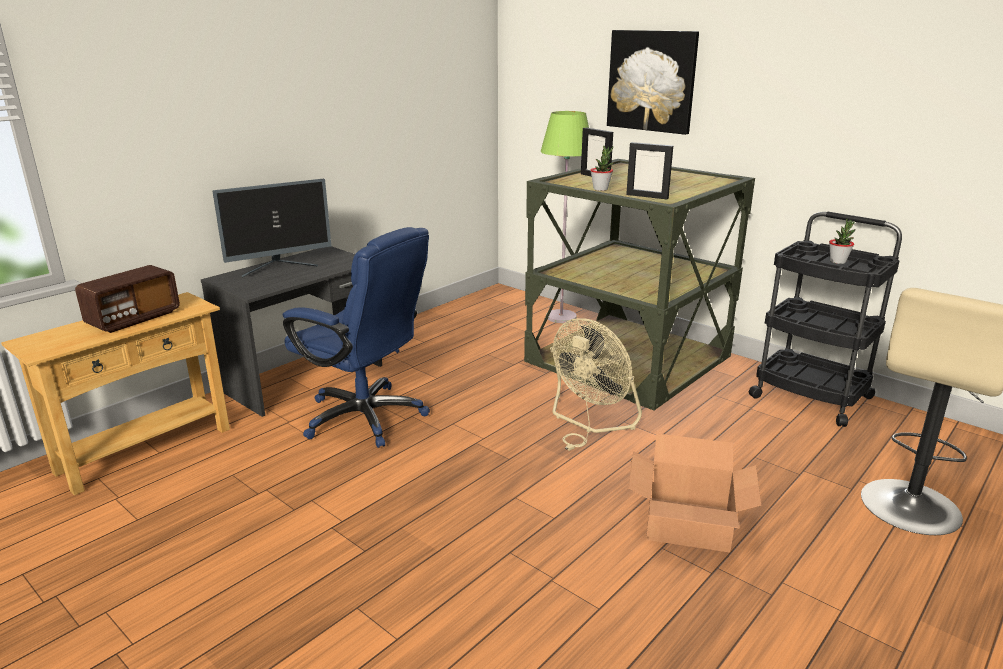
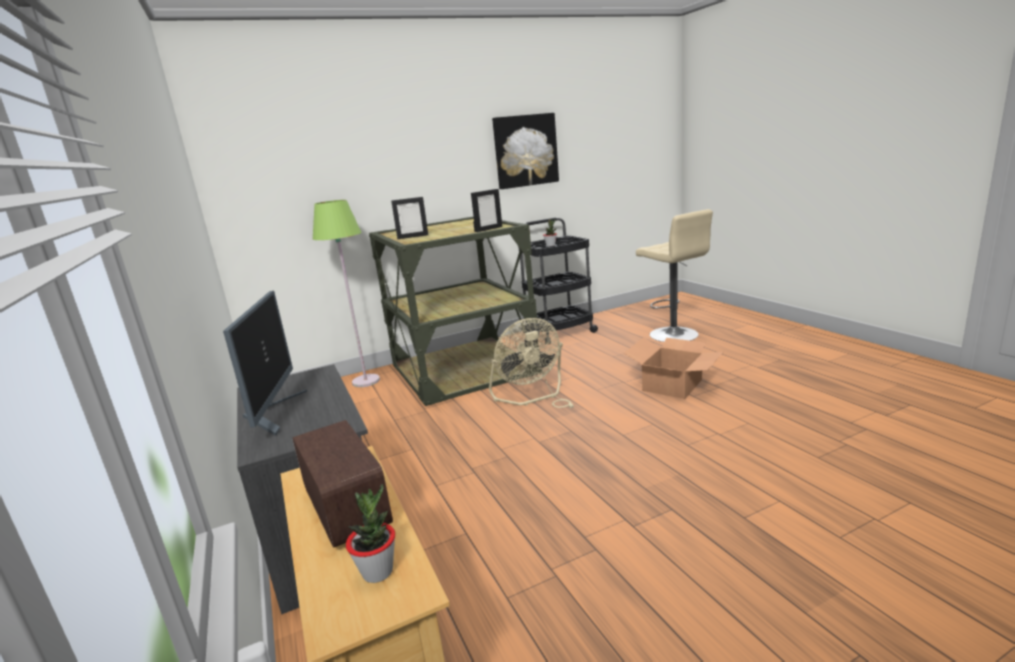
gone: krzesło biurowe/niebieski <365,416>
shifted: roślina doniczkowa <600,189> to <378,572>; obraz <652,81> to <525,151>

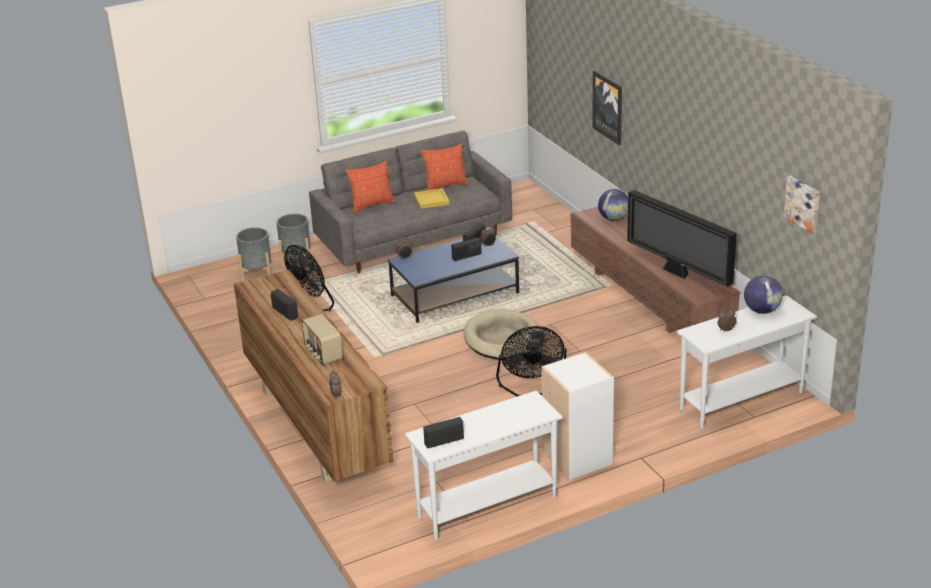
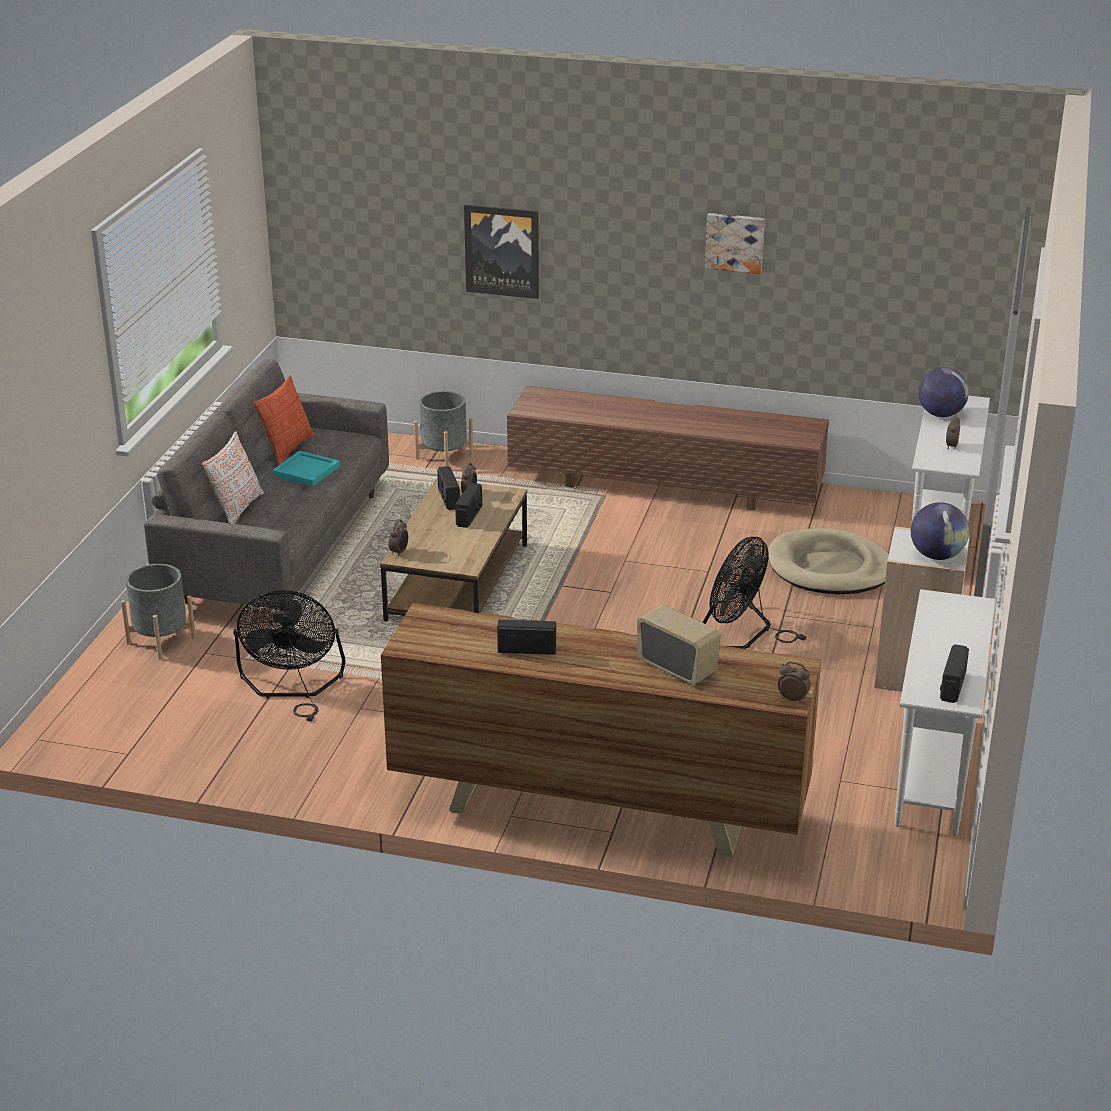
gone: telewizor <677,273>
shifted: donica/szary <257,273> to <444,457>; legowisko/beżowy <503,339> to <829,568>; globus <614,219> to <936,555>; obraz <803,203> to <735,242>
repainted: poduszka/pomarańczowy <372,205> to poduszka/biały <237,509>; ława/niebieski <455,294> to ława/brązowy <457,581>; taca/żółty <432,200> to taca/turkusowy <307,471>
rotated: radio <322,354> = <677,668> 150 degrees counterclockwise

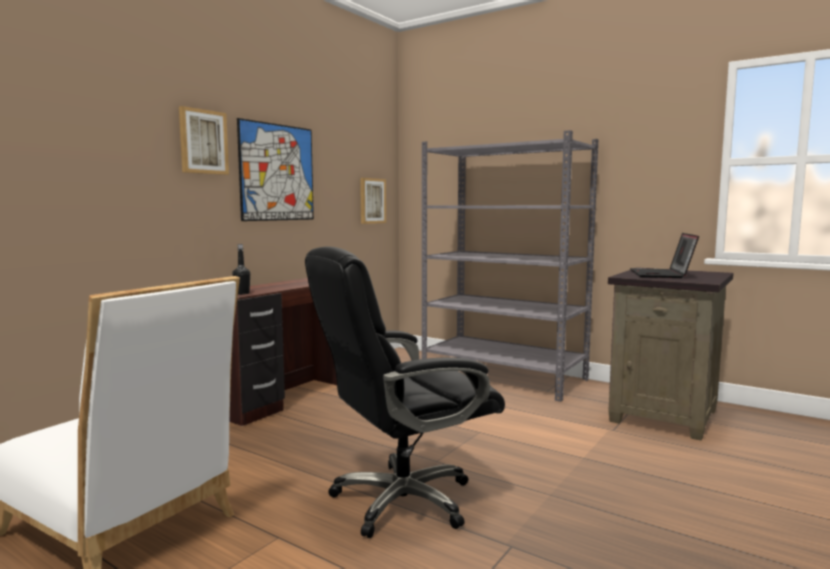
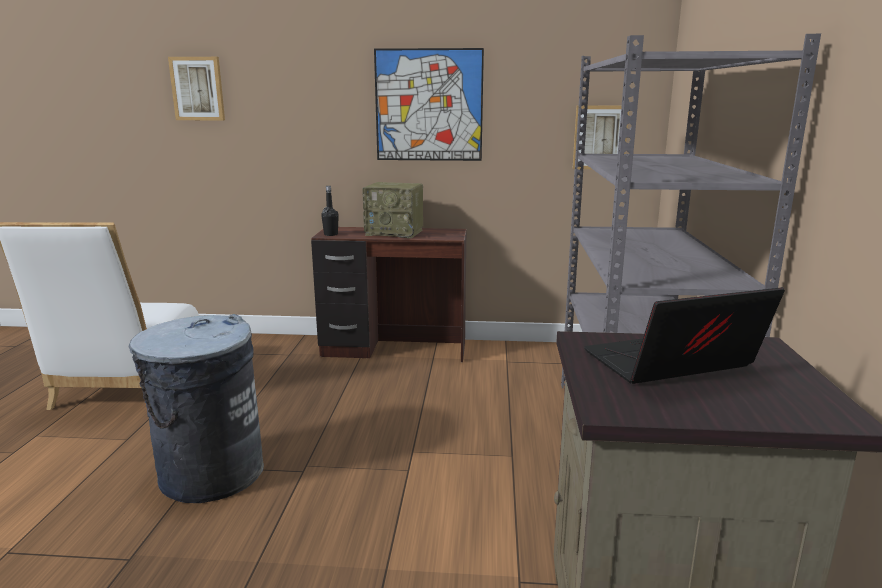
new: radio <395,232>
shifted: obraz <203,142> to <197,89>
swapped: krzesło biurowe/czarny <406,499> to kosz na śmieci/szary <210,473>

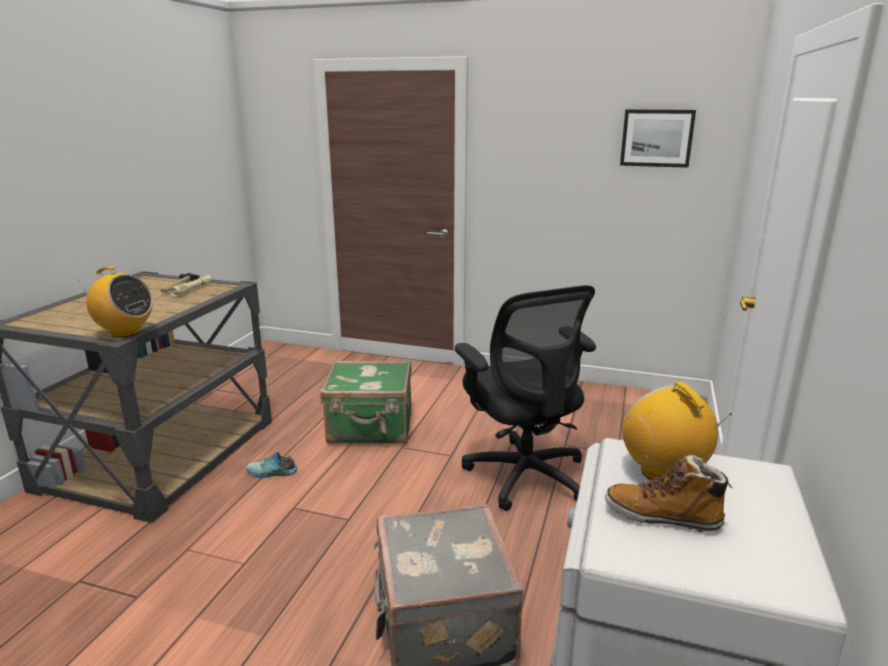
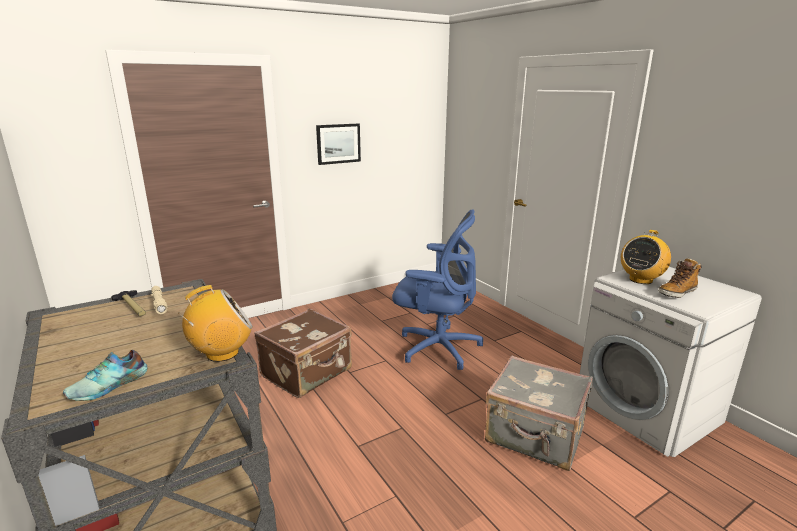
shifted: but <271,472> to <109,385>; obraz <656,138> to <338,143>
repainted: walizka/zielony <371,428> to walizka/brązowy <308,373>; krzesło biurowe/czarny <520,472> to krzesło biurowe/niebieski <433,348>
rotated: radio <663,473> = <640,280> 60 degrees counterclockwise

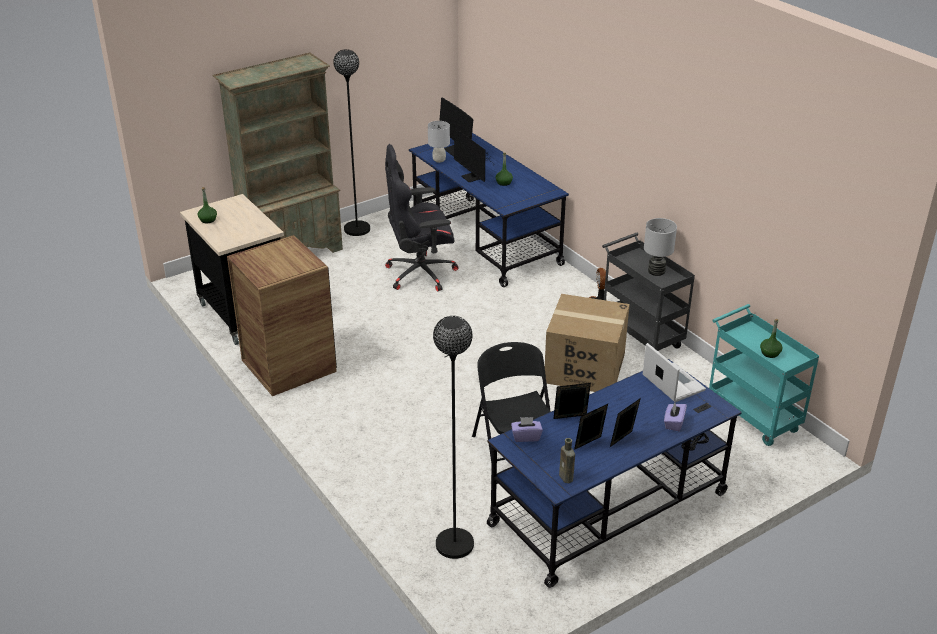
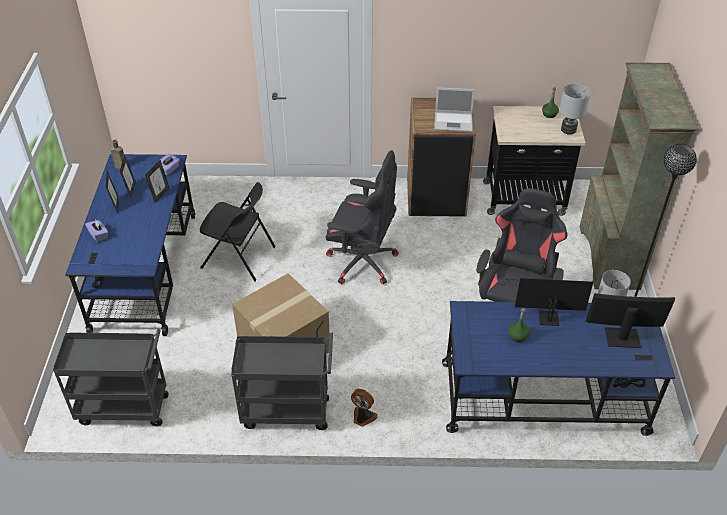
gone: lampa stojąca/czarny <454,545>; butelka/zielony <770,353>
new: krzesło biurowe/czarny <361,262>
shifted: laptop <672,382> to <454,122>; lampa stołowa/szary <656,271> to <568,130>
repainted: wózek/turkusowy <750,417> to wózek/szary <127,410>

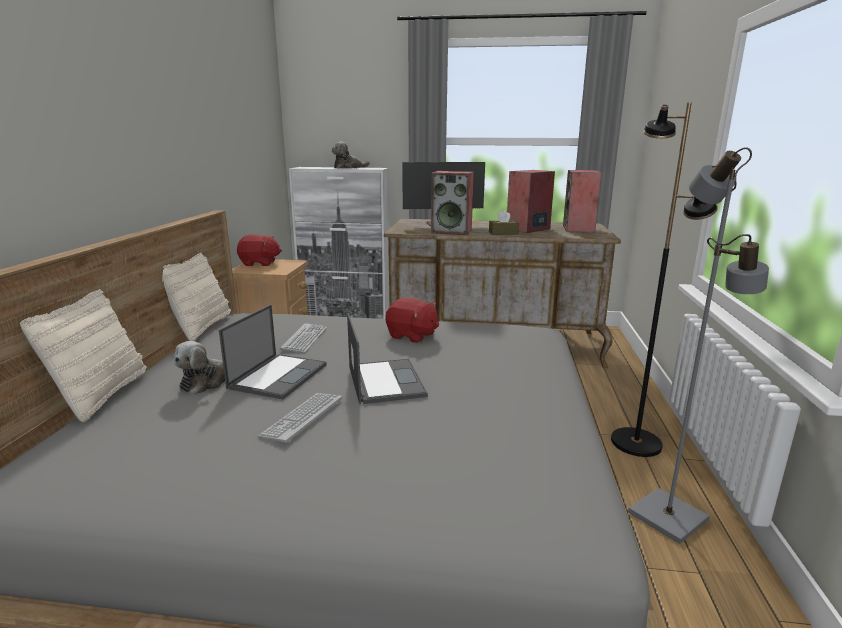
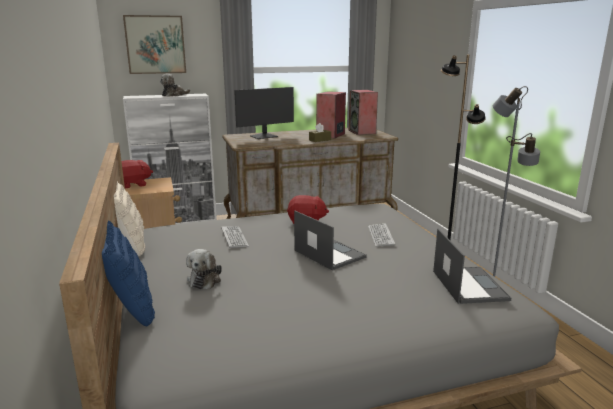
gone: głośnik <452,231>
new: obraz <155,44>
shifted: laptop <278,375> to <468,285>; klawiatura <302,417> to <380,236>
repainted: poduszka/beżowy <101,396> to poduszka/niebieski <130,308>

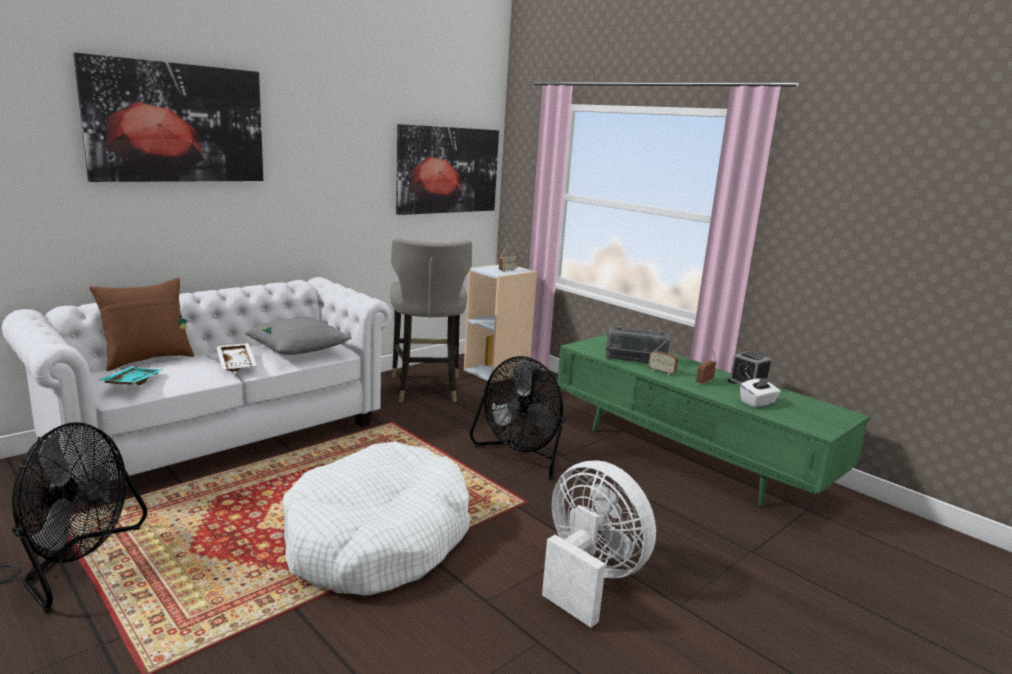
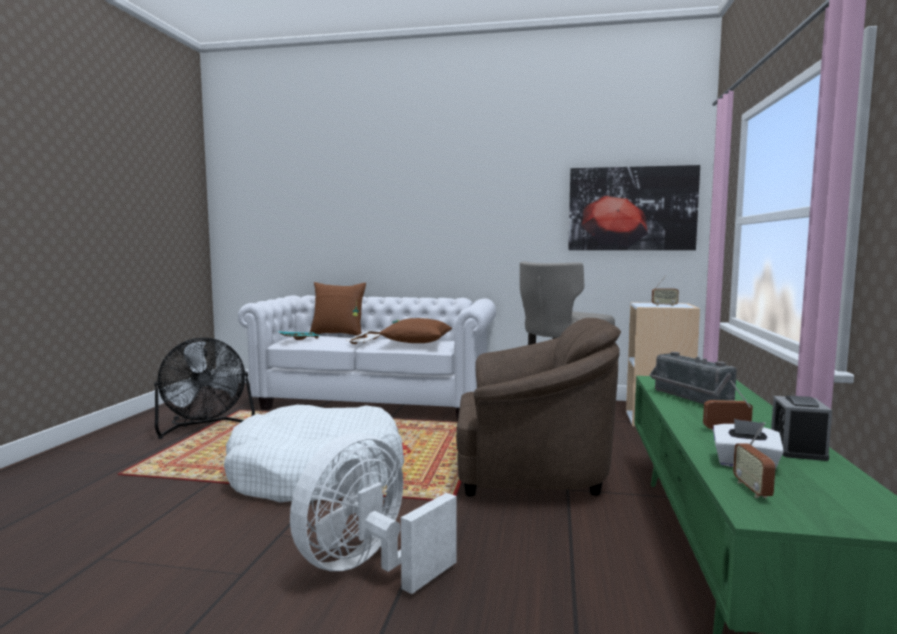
gone: obraz <177,123>
shifted: radio <661,372> to <752,490>
swapped: wentylator/czarny <521,454> to fotel/brązowy <531,474>
repainted: poduszka/szary <298,350> to poduszka/brązowy <417,342>
rotated: wentylator/biały <589,577> = <368,567> 150 degrees counterclockwise

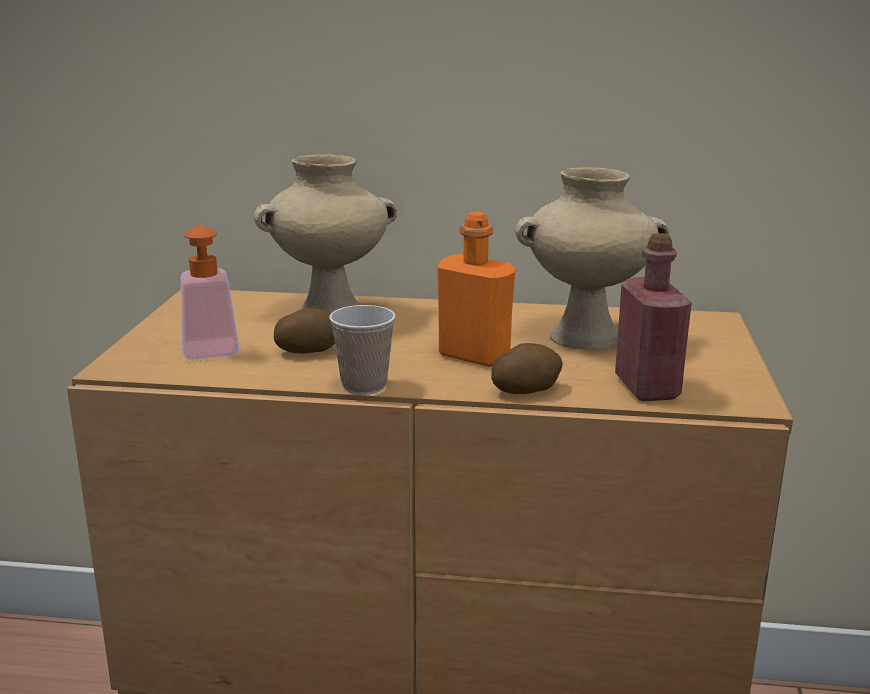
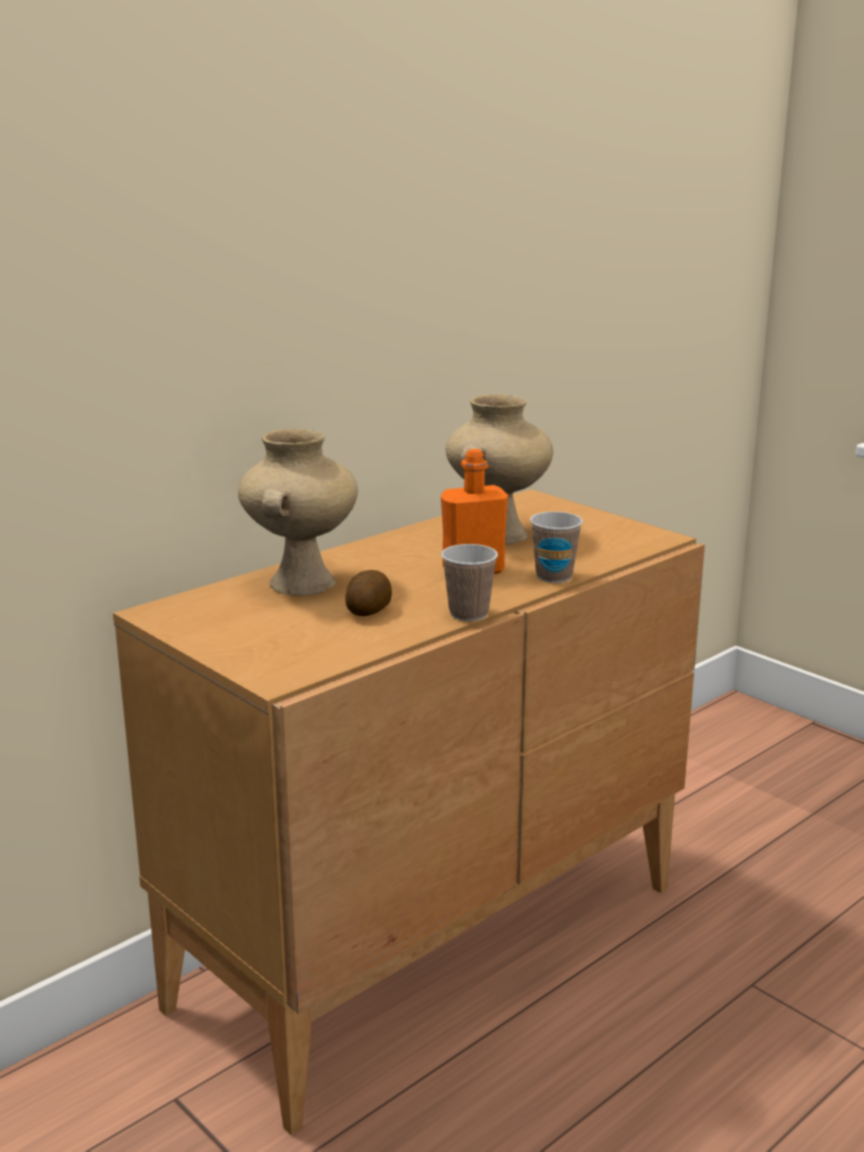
gone: dozownik mydła <209,346>; butelka/czerwony <646,387>
swapped: ziemniak <526,389> to filiżanka <554,576>

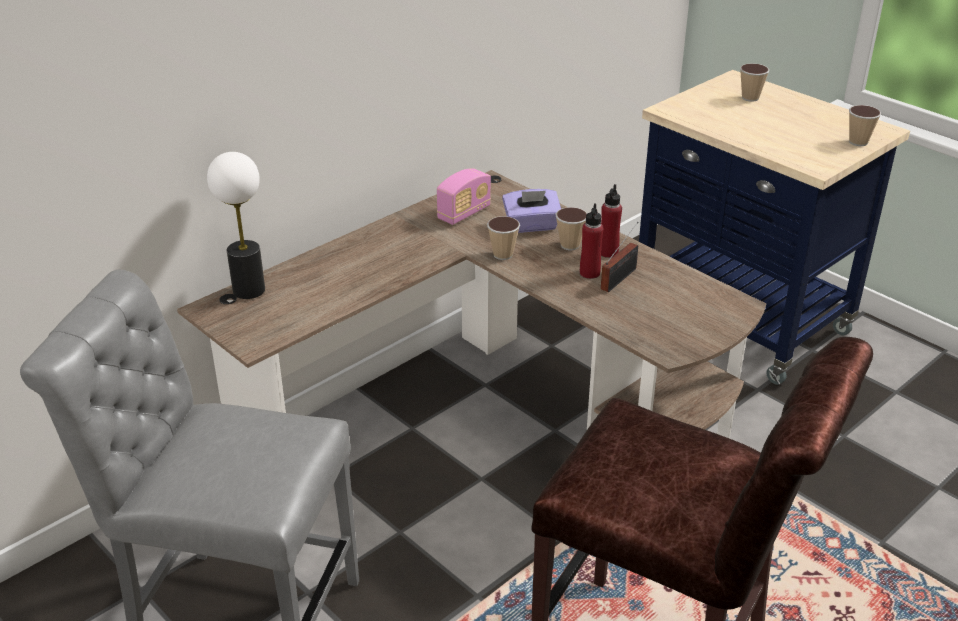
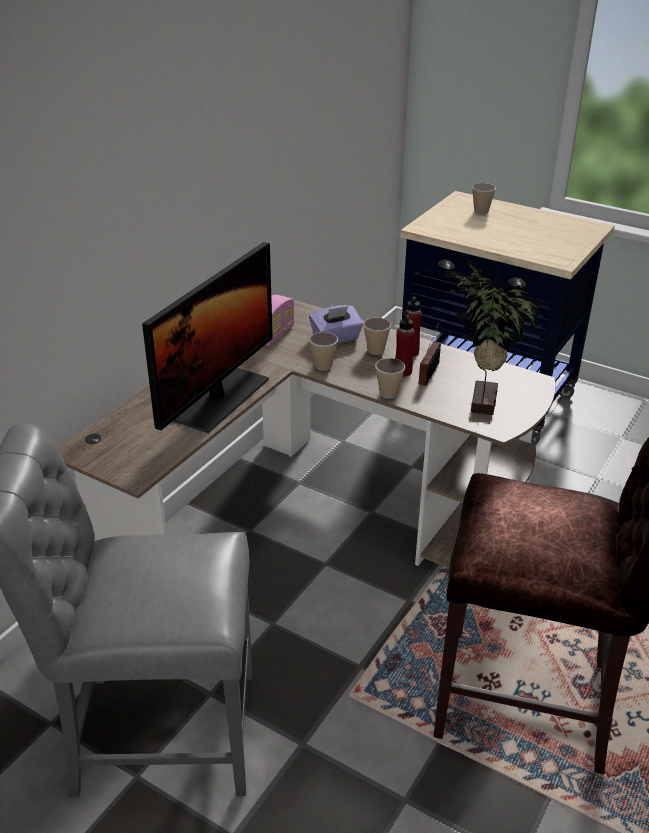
gone: lampa stołowa <248,290>
new: monitor <219,398>; roślina doniczkowa <480,402>
shifted: filiżanka <858,142> to <388,393>

